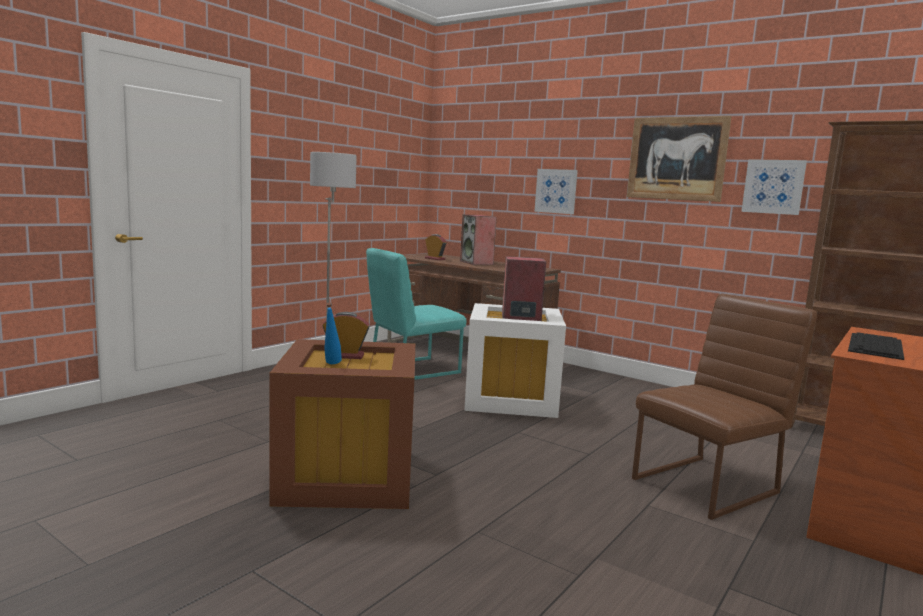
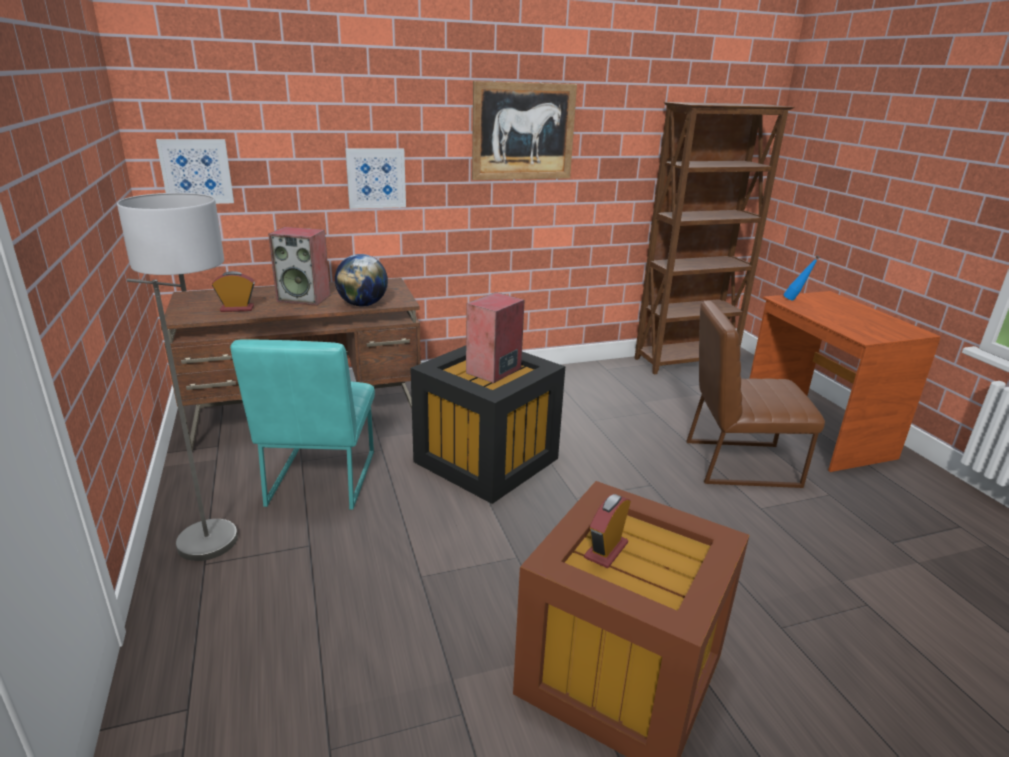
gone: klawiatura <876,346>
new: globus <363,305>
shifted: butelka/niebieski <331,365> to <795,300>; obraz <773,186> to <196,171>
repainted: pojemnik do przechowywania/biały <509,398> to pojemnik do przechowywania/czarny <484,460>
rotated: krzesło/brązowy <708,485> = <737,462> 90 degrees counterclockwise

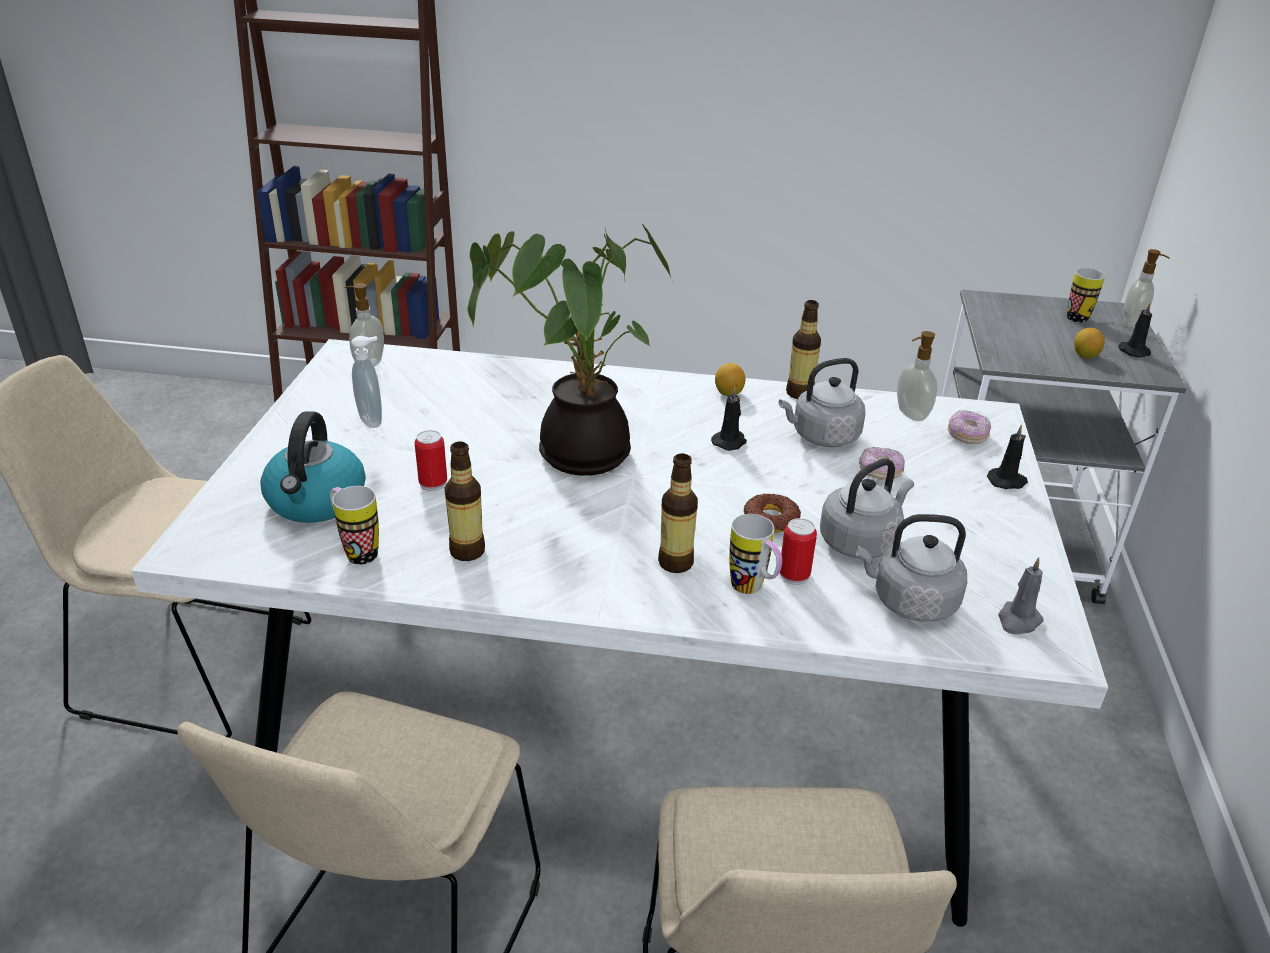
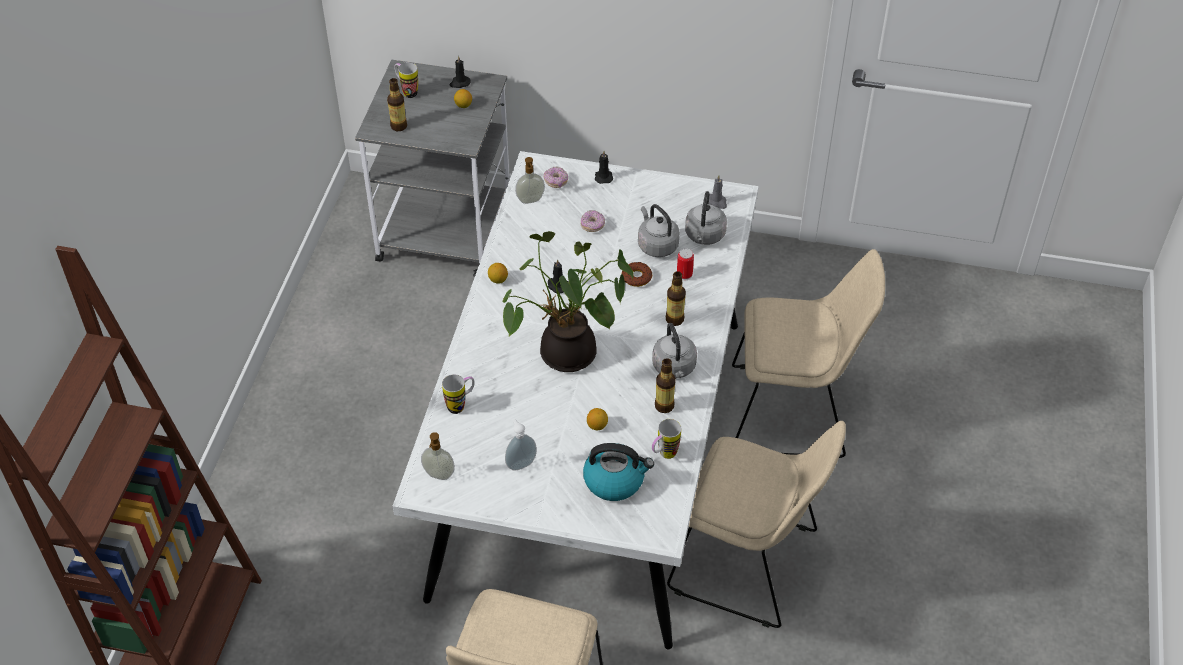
gone: dozownik mydła <1132,323>
shifted: kubek <753,590> to <460,405>; czajnik/szary <822,436> to <674,368>; butelka <799,393> to <399,126>
swapped: puszka <433,483> to cytryna <597,426>

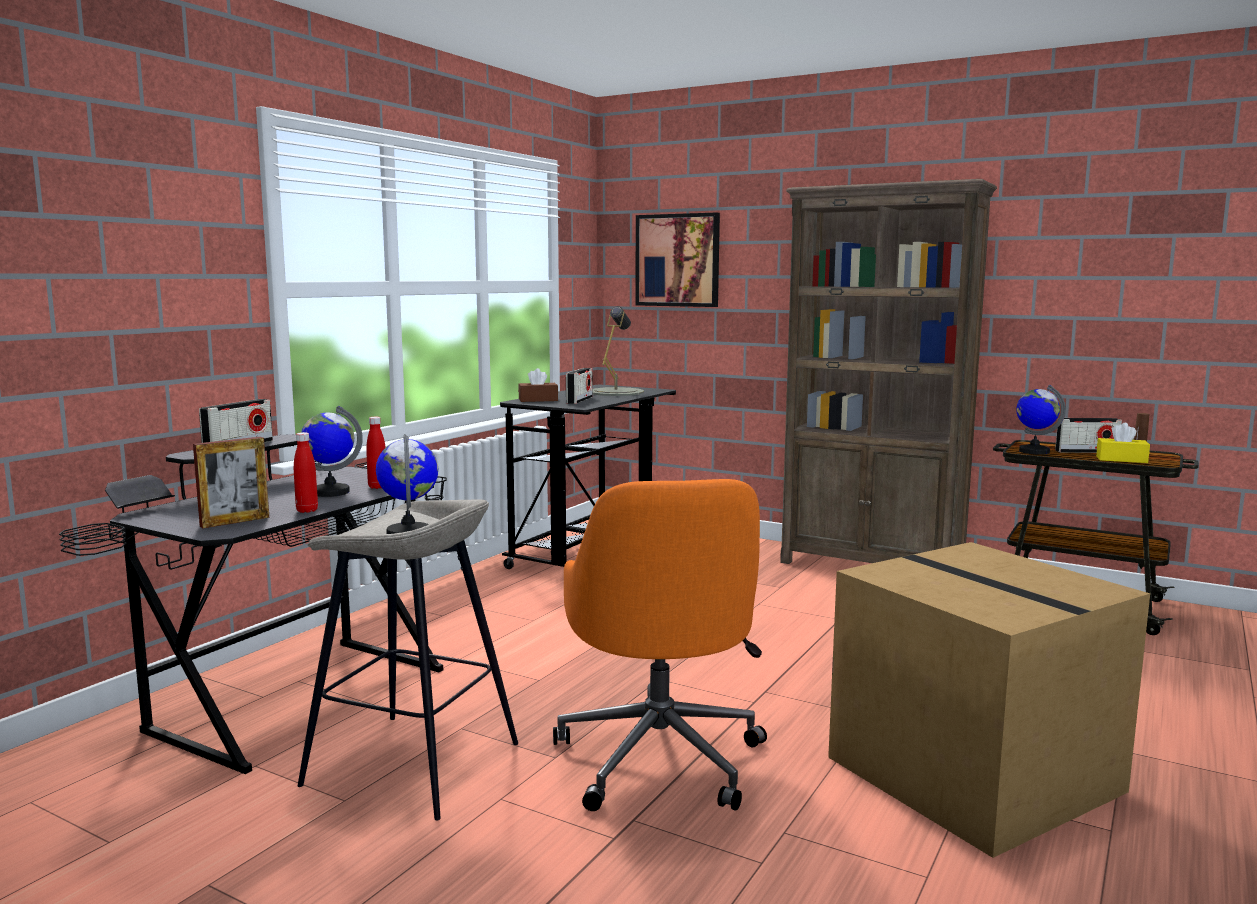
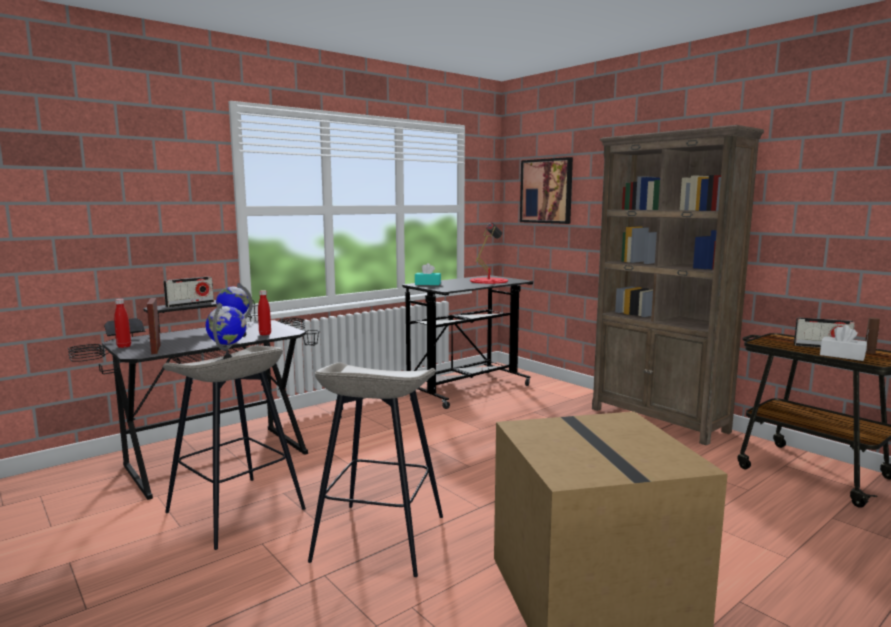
gone: radio <579,400>; globus <1034,451>
shifted: butelka/czerwony <307,510> to <124,346>
swapped: krzesło biurowe/pomarańczowy <660,761> to stołek/szary <379,538>
repainted: pudełko chusteczek/brązowy <538,400> to pudełko chusteczek/turkusowy <427,284>; lampa stołowa/szary <615,392> to lampa stołowa/czerwony <488,281>; pudełko chusteczek/żółty <1121,459> to pudełko chusteczek/biały <842,356>
rotated: ramka na zdjęcie <235,522> = <156,349> 90 degrees clockwise

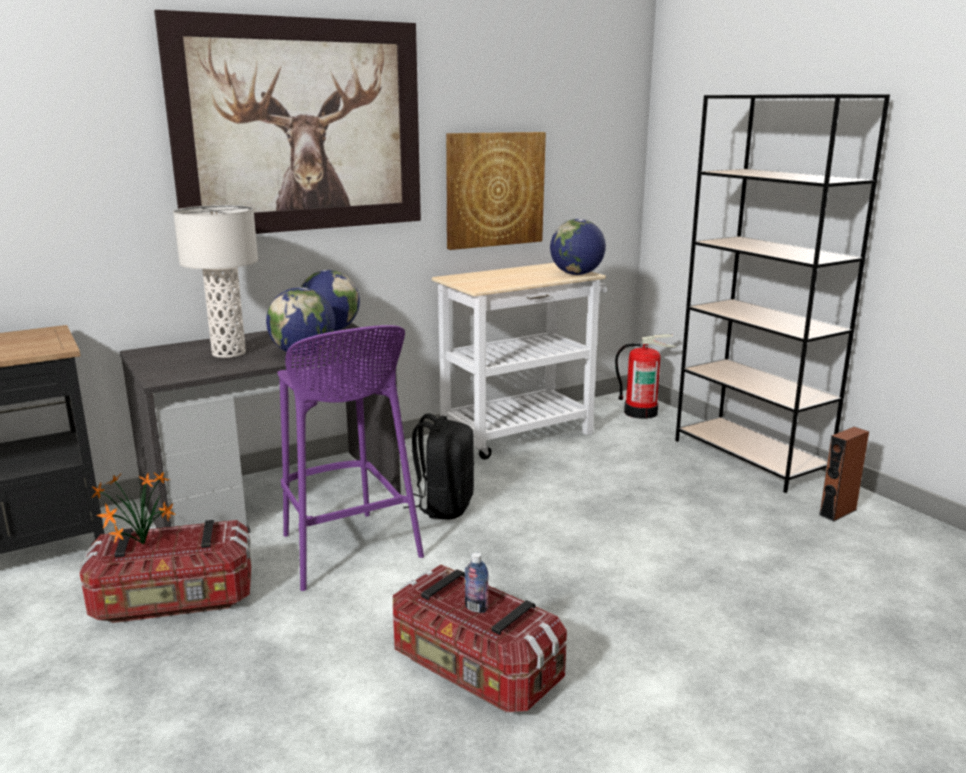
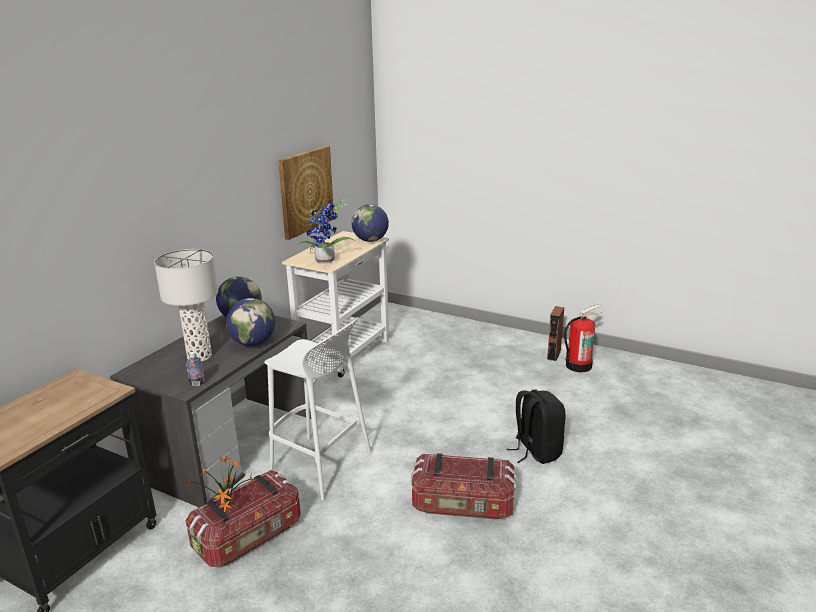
gone: obraz <301,127>; regał/beżowy <750,458>
new: roślina doniczkowa <326,261>
shifted: plecak/czarny <444,506> to <536,451>; butelka <476,608> to <197,384>; gaśnica <641,412> to <578,365>
repainted: stołek/fioletowy <346,550> to stołek/biały <320,465>

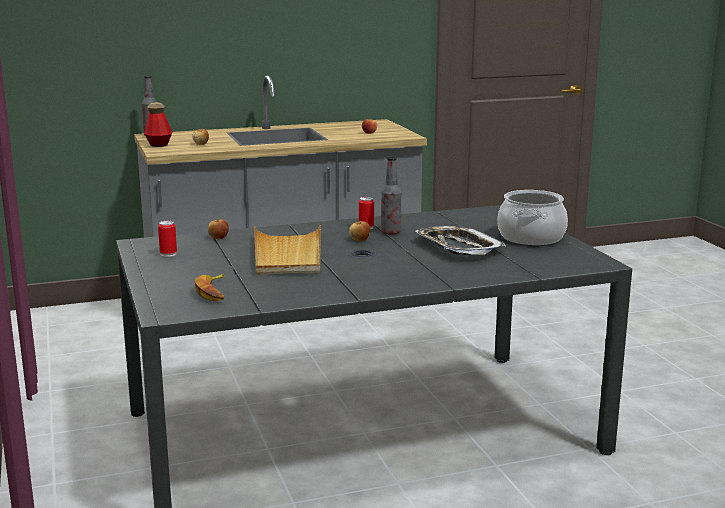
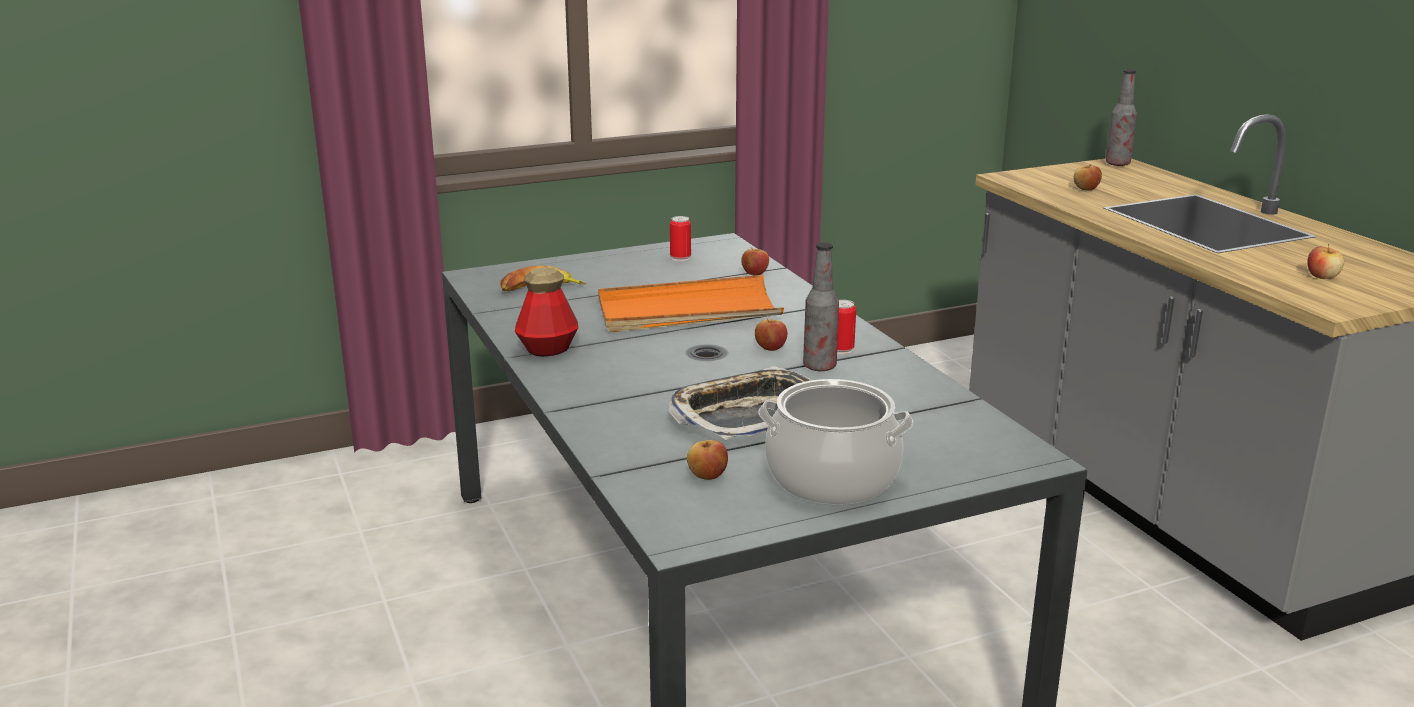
new: jabłko <707,475>
shifted: butelka <159,144> to <547,349>
repainted: taca/beżowy <287,255> to taca/pomarańczowy <687,311>

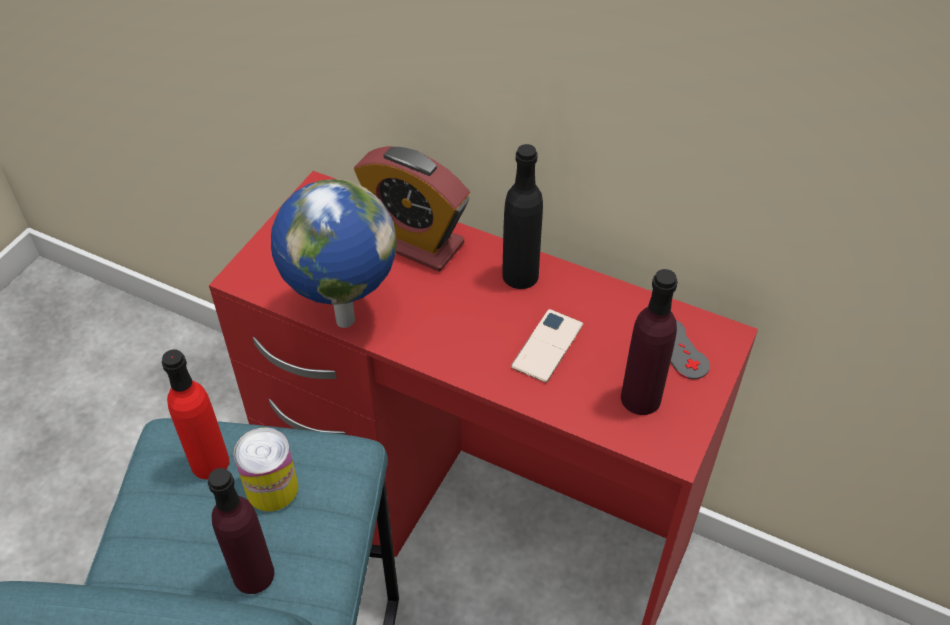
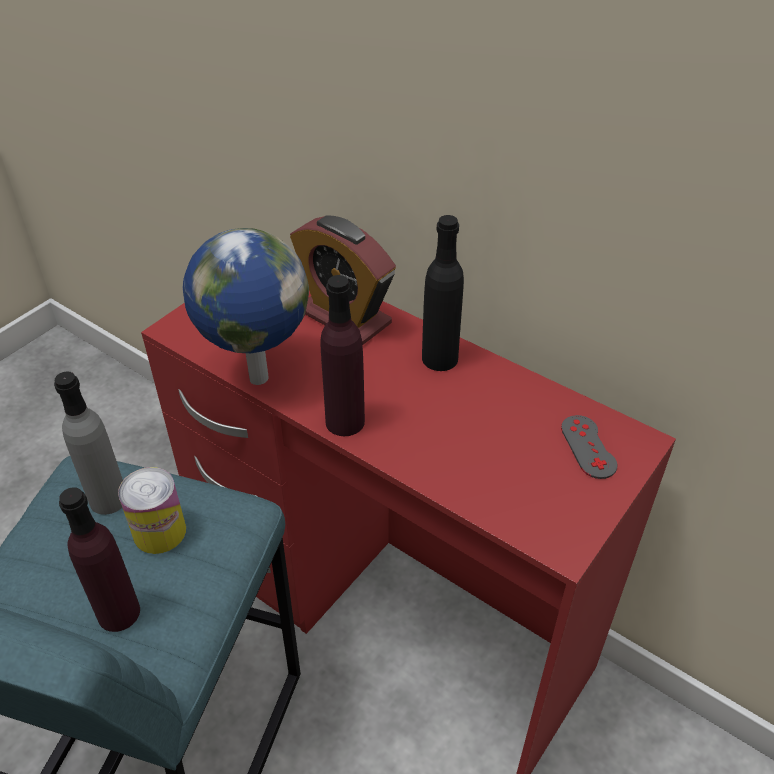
gone: telefon <547,346>
shifted: butelka/fioletowy <640,398> to <345,421>
repainted: butelka/czerwony <210,463> to butelka/szary <108,499>

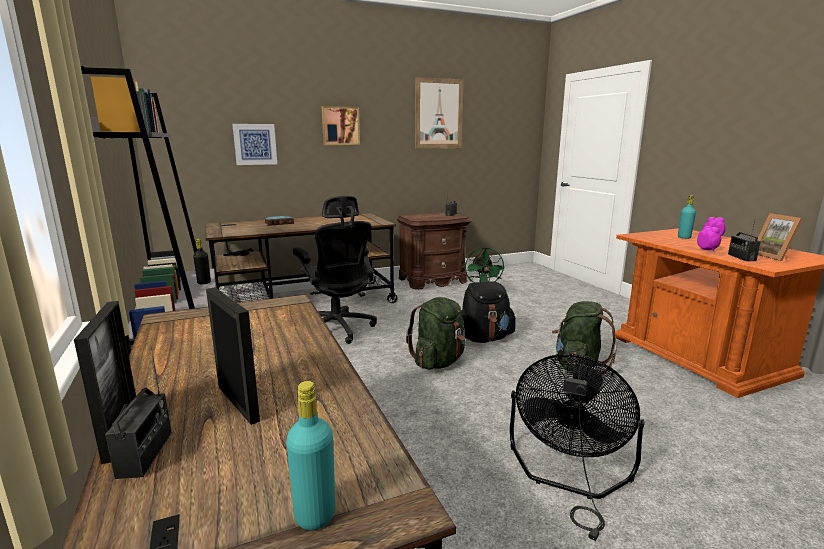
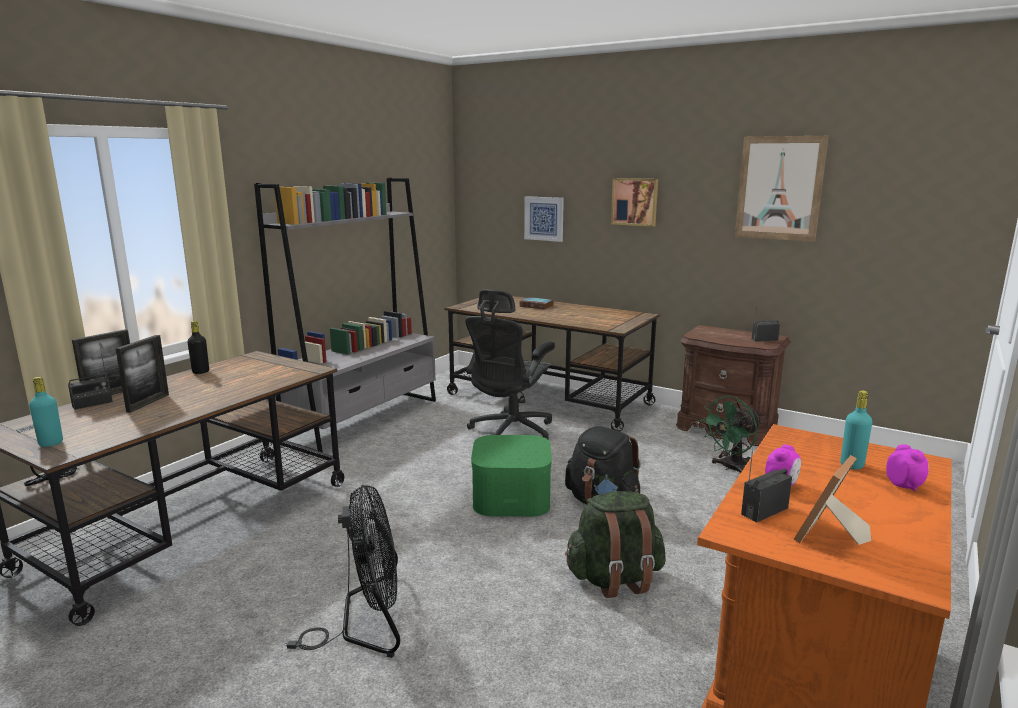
shifted: butelka/czarny <204,282> to <200,372>
swapped: plecak/zielony <439,362> to pojemnik do przechowywania/zielony <511,497>

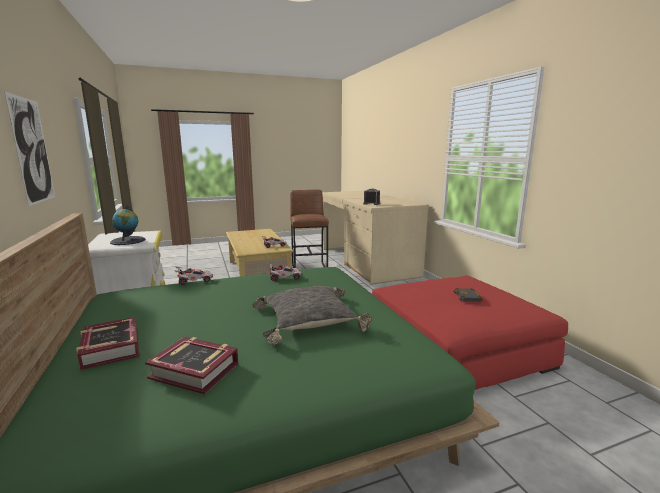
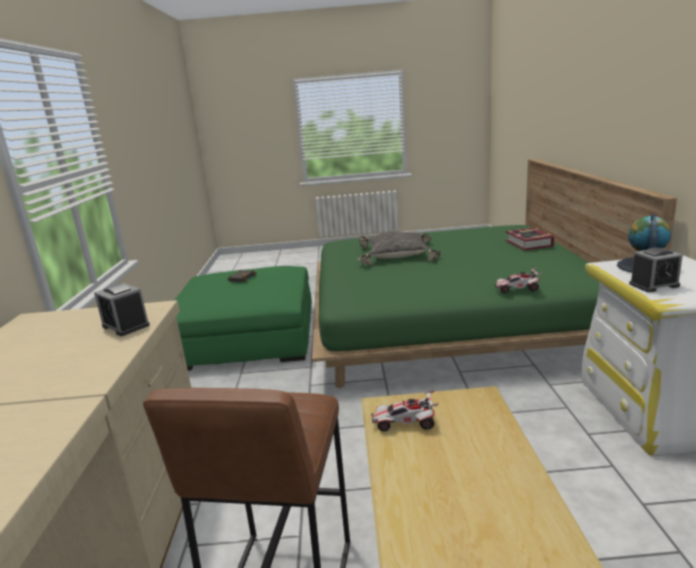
gone: obraz <32,151>; książka <195,370>; samochodzik <284,278>
new: budzik <653,285>
repainted: pufa/czerwony <455,347> to pufa/zielony <247,335>

